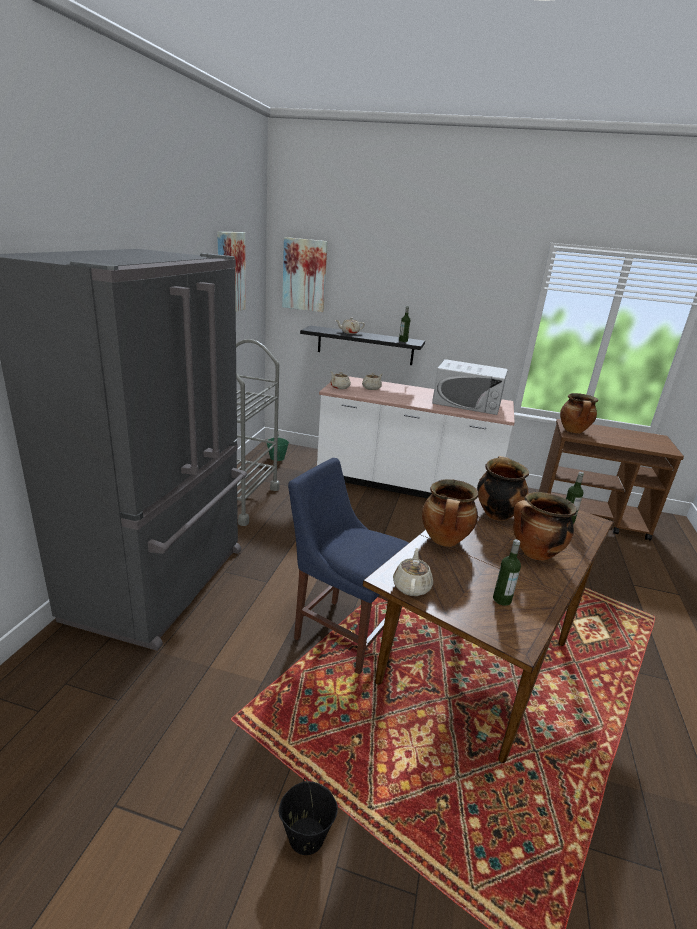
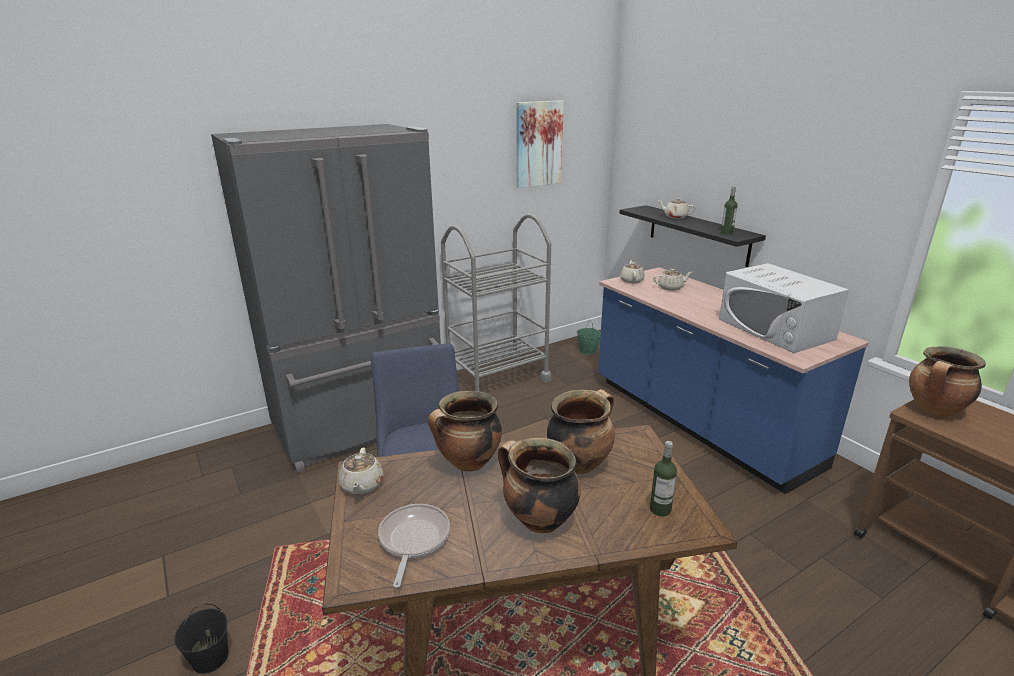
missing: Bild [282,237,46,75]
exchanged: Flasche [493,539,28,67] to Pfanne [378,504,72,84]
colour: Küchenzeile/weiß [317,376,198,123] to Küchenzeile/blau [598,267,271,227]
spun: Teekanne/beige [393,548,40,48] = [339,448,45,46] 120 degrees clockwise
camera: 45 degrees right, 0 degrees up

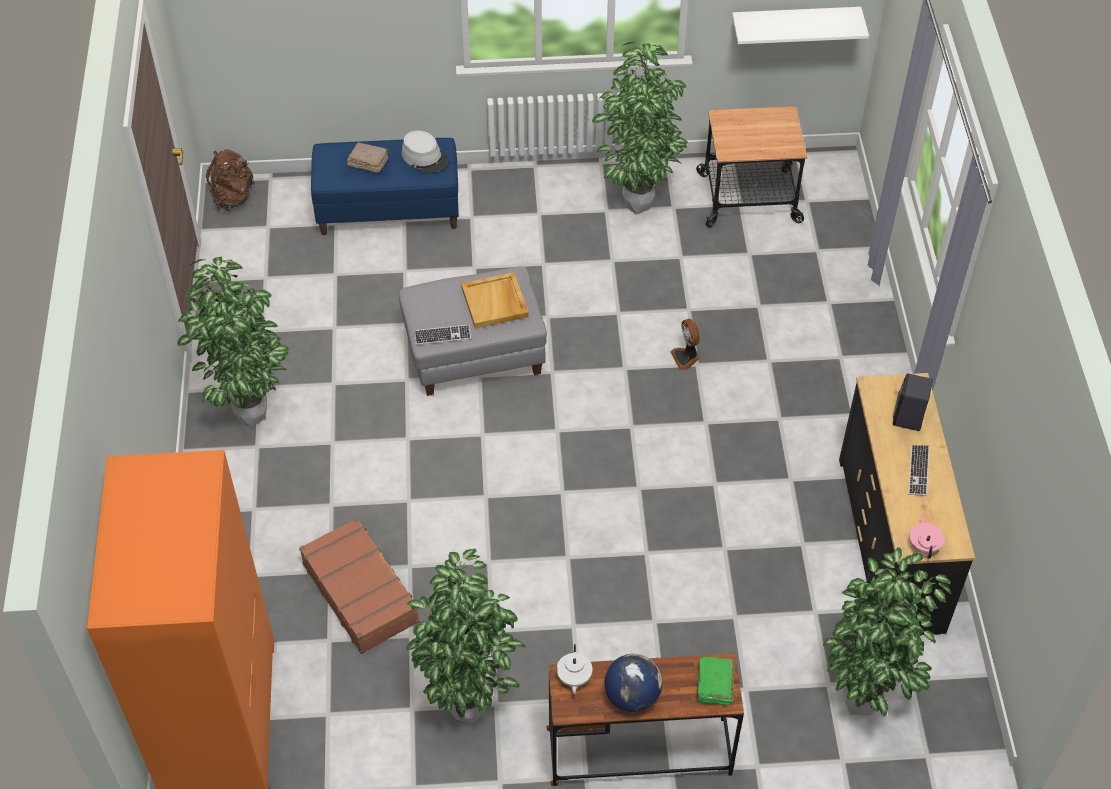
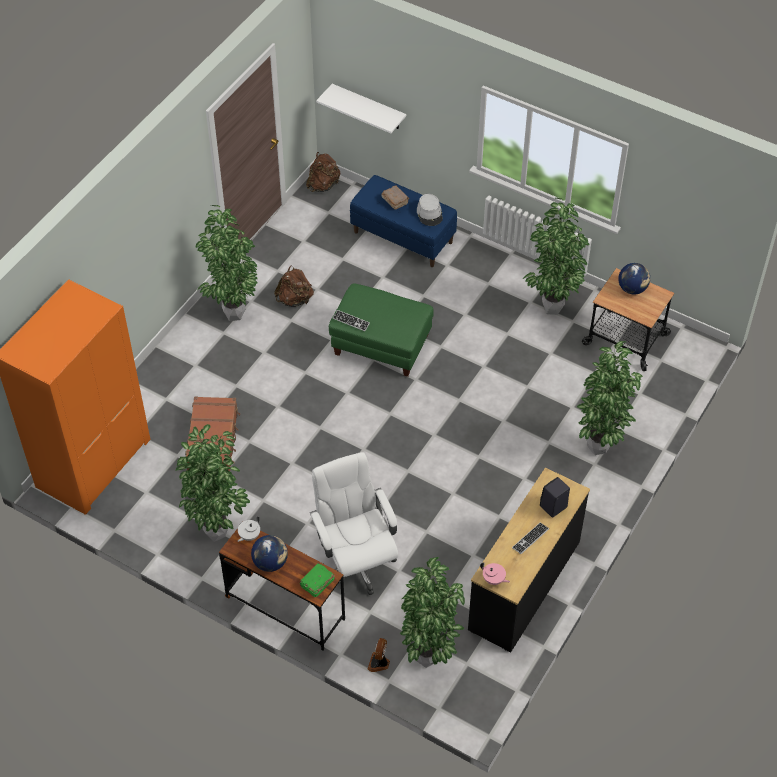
missing: Tablett/beige [461,272,67,57]
appeared: Rucksack/braun [274,265,40,42]; Bürostuhl/weiß [310,452,88,143]; Topfpflanze [577,341,66,114]; Globus [618,263,32,32]
relocated: Wandregal/weiß [732,7,137,37] to [316,84,90,49]; Ventilator [670,319,30,51] to [368,638,22,34]
colour: Polsterhocker/grau [399,267,148,129] to Polsterhocker/grün [329,284,105,93]
spun: Teekanne/rosa [909,514,35,44] = [480,562,30,23] 90 degrees clockwise
camera: 35 degrees right, 0 degrees up

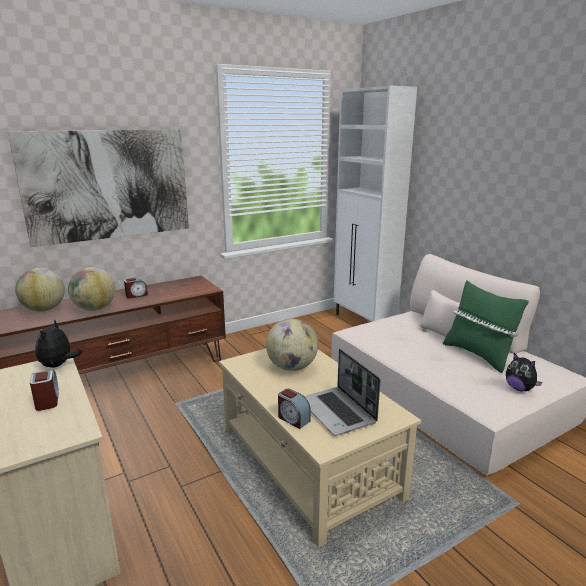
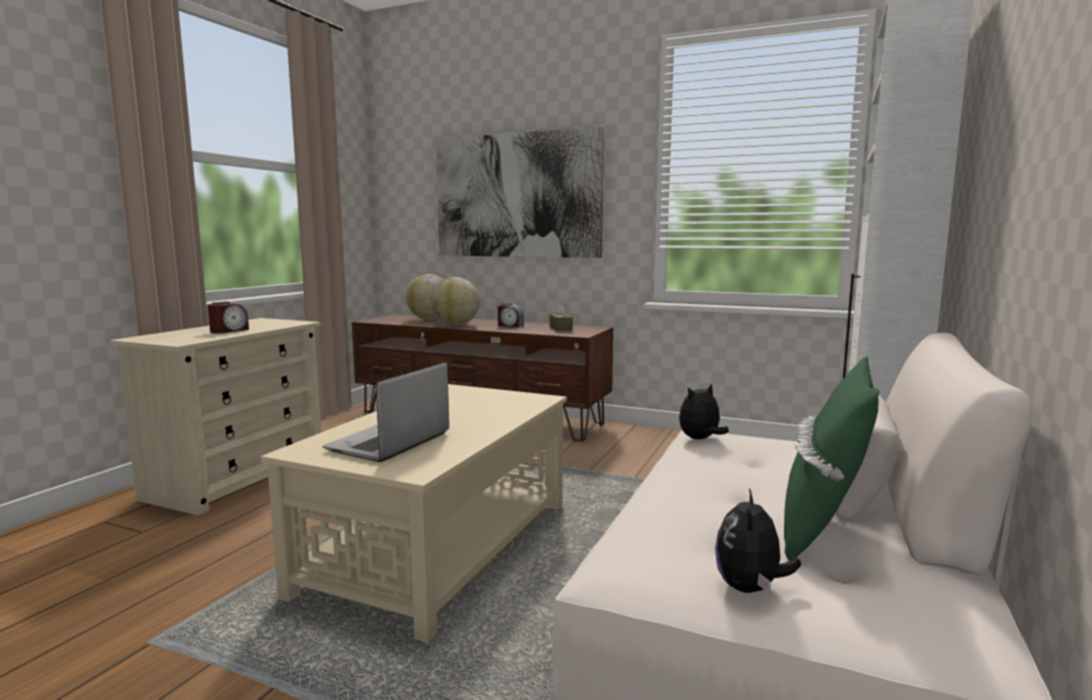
missing: Globus [266,318,52,53]; Wecker [278,389,33,40]
appeared: Taschentuchbox/braun [550,303,23,28]
relocated: Plüschtier [35,319,47,49] to [679,383,50,56]
camera: 55 degrees right, 10 degrees down

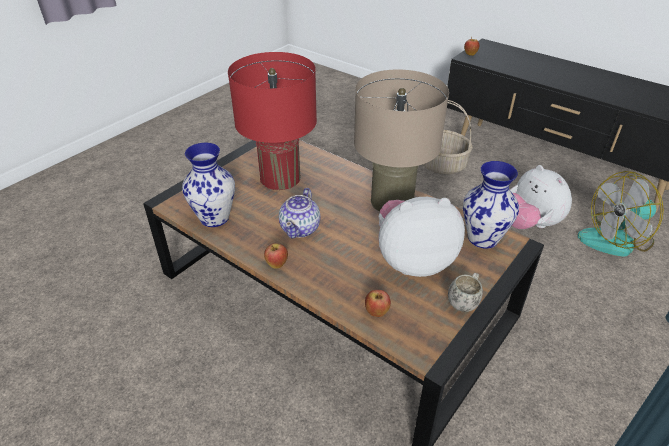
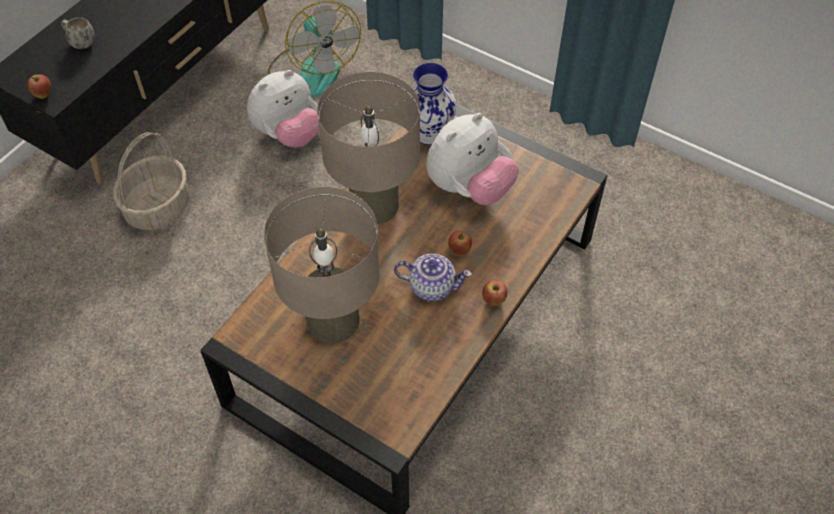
missing: Vase [182,143,53,84]
relocated: Henkelbecher/weiß [448,273,35,39] to [61,17,34,32]; Apfel [365,290,26,27] to [448,231,24,25]
colour: Tischlampe/rot [228,52,89,138] to Tischlampe/beige [264,187,116,157]
spun: Plüschtier [378,197,87,80] = [426,113,93,92] 120 degrees counterclockwise
camera: 95 degrees left, 15 degrees up

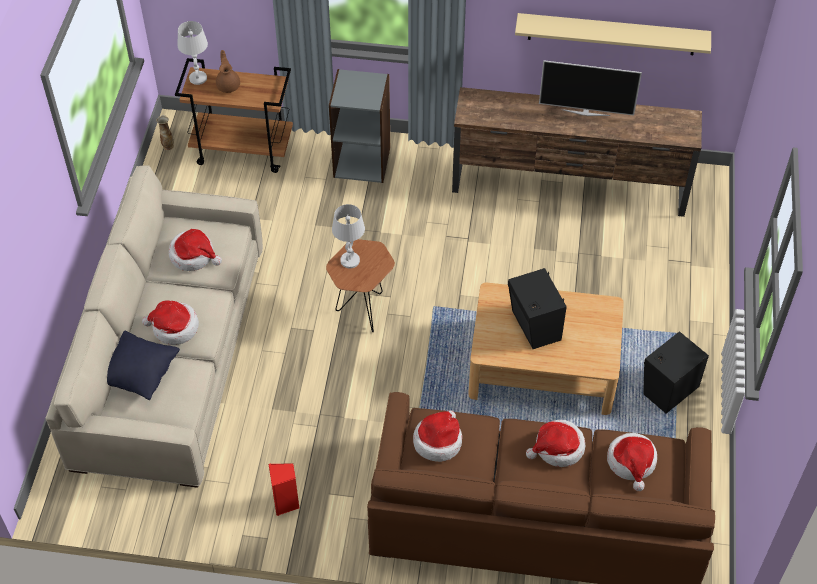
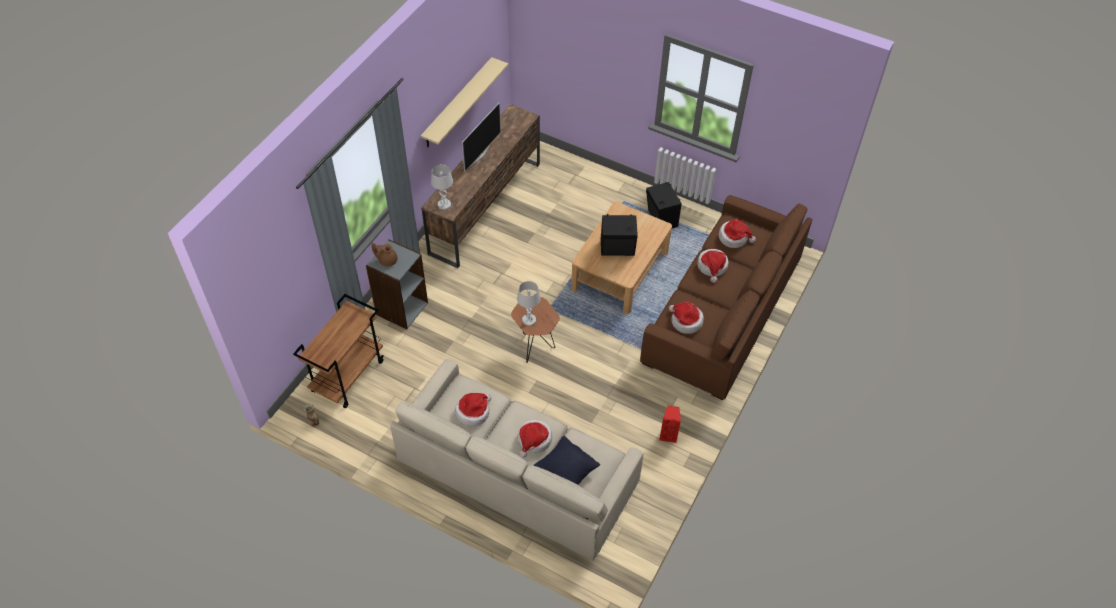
relocated: Teekanne/braun [216,50,24,43] to [371,243,27,24]; Tischlampe/weiß [178,21,30,64] to [431,164,22,46]
camera: 70 degrees left, 0 degrees up

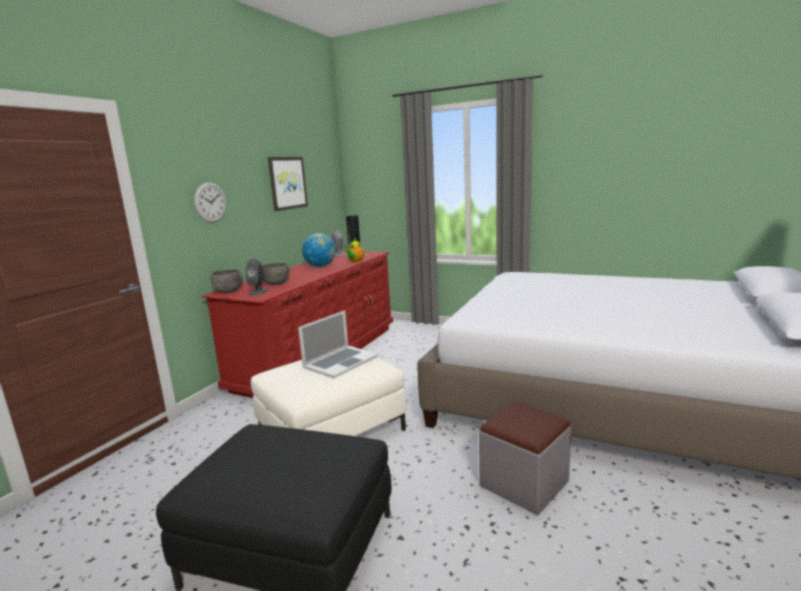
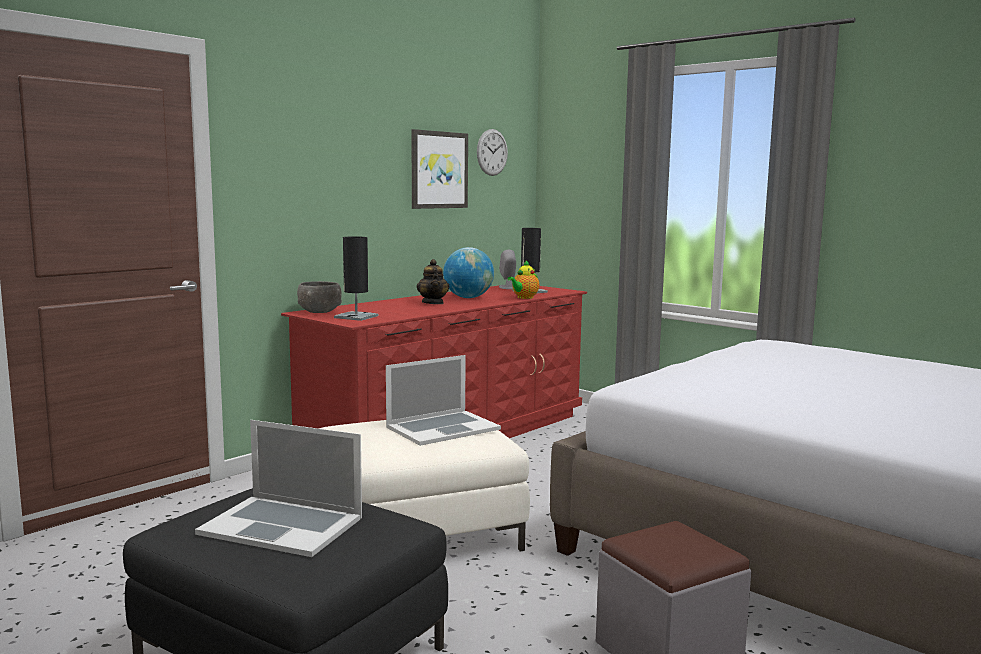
missing: Schüssel/grau [263,263,27,22]
appeared: Laptop [195,420,167,137]; Teekanne [417,259,33,45]
relocated: Wanduhr [194,182,32,41] to [477,129,31,47]
exchanged: Lautsprecher/grau [245,259,22,36] to Tischlampe/schwarz [334,236,44,85]
camera: 15 degrees right, 5 degrees down

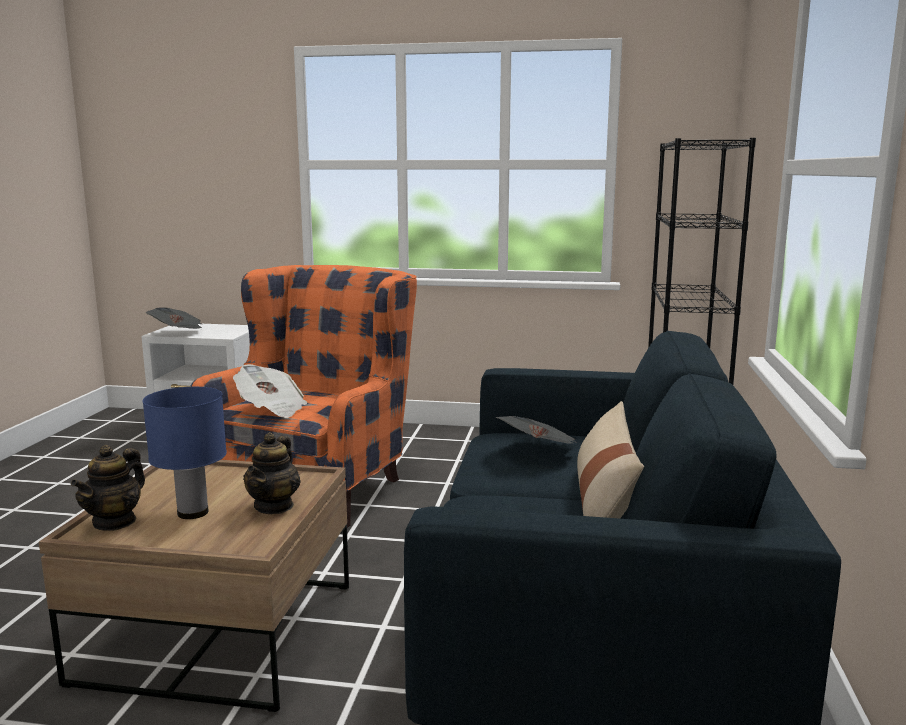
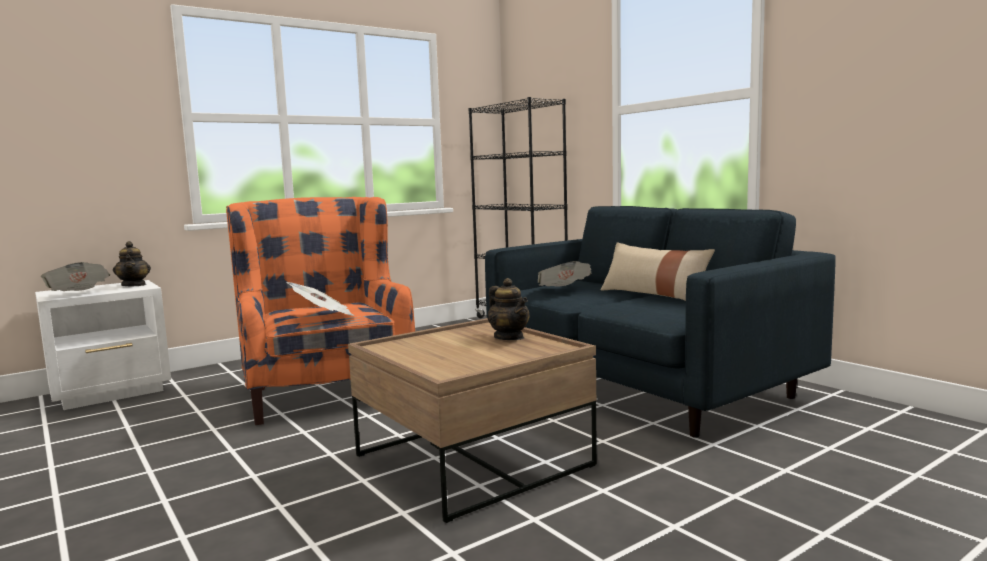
missing: Tischlampe/blau [143,387,84,132]
relocated: Teekanne [71,445,74,86] to [113,241,38,45]
camera: 45 degrees left, 5 degrees down

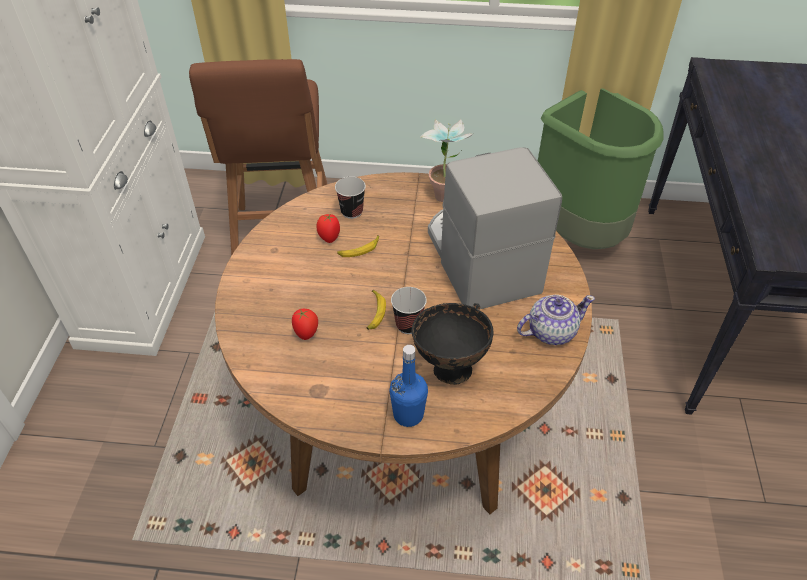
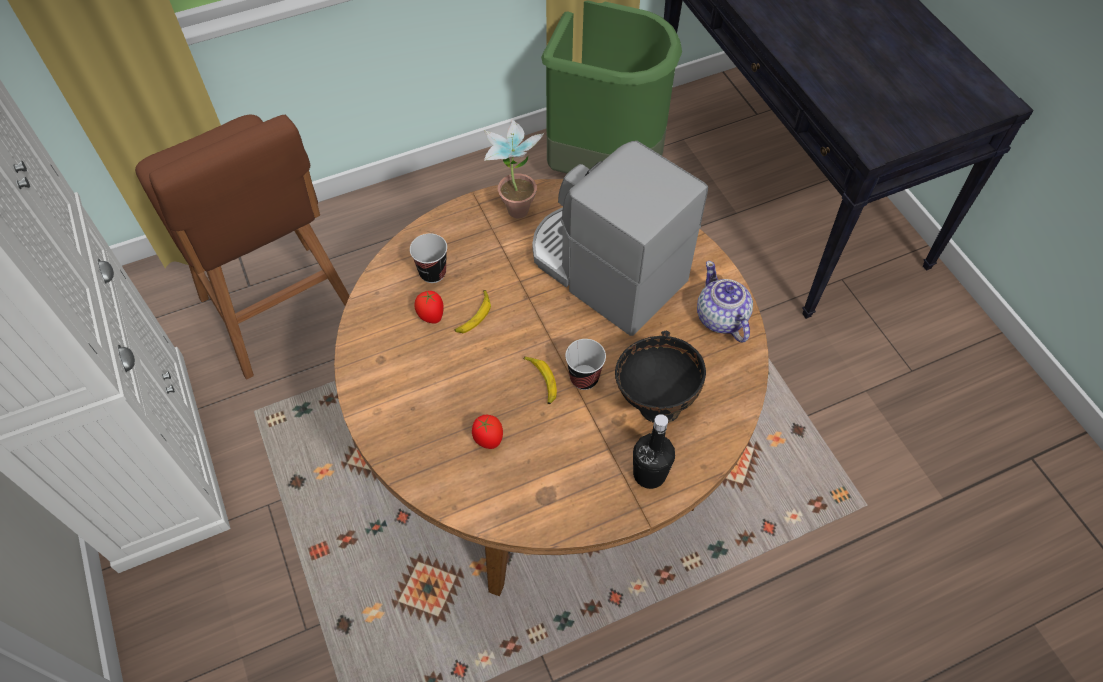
colour: Flasche/blau [389,345,39,82] to Flasche/schwarz [633,414,42,75]
spun: Teekanne [517,295,78,50] = [697,261,56,82] 60 degrees counterclockwise
camera: 30 degrees left, 10 degrees up

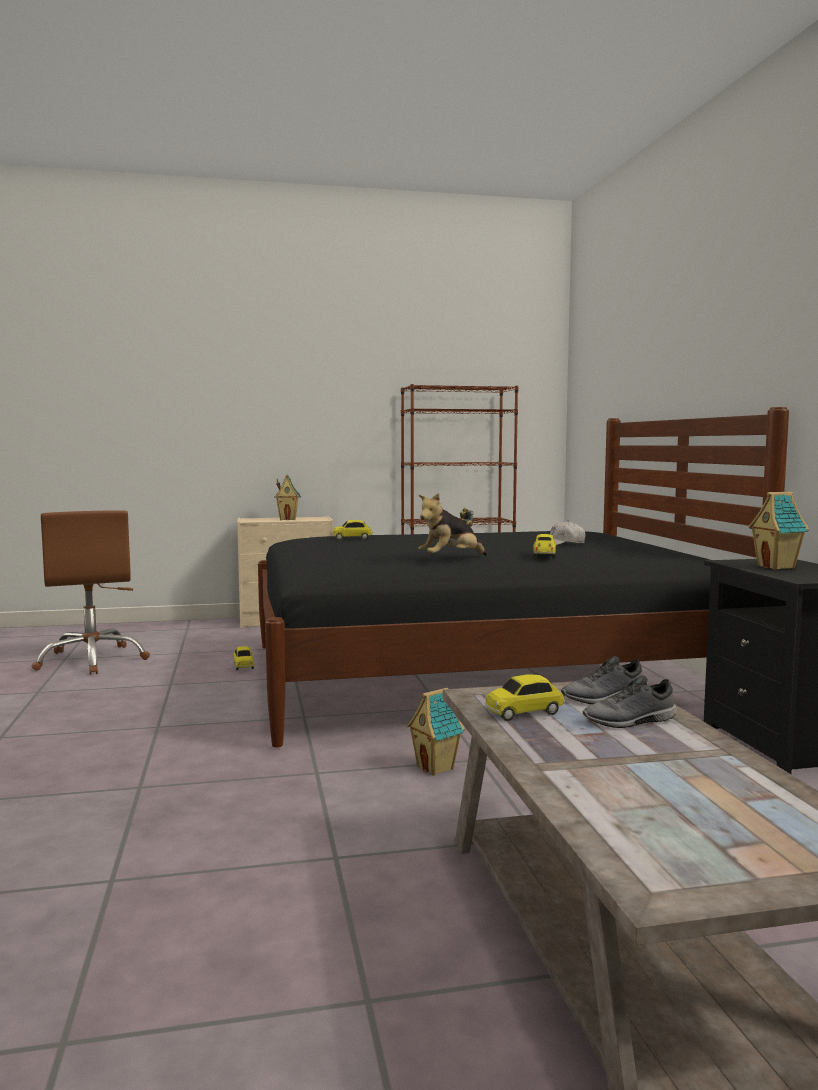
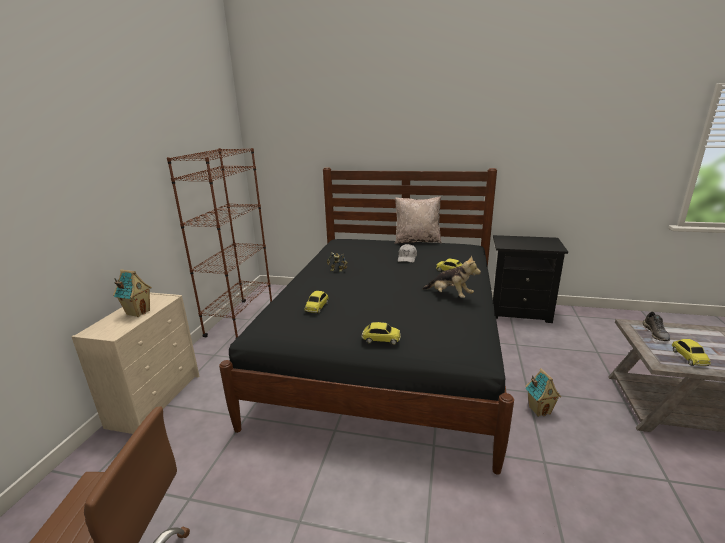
missing: Schuh/grau [583,675,94,53]; Spielzeughaus [748,491,61,79]
appeared: Kissen/beige [394,197,48,47]
relocated: Spielzeugauto [234,646,20,24] to [362,322,39,23]
spun: Plüschtier [418,493,69,63] = [422,255,59,43] 45 degrees counterclockwise
camera: 65 degrees left, 15 degrees up

